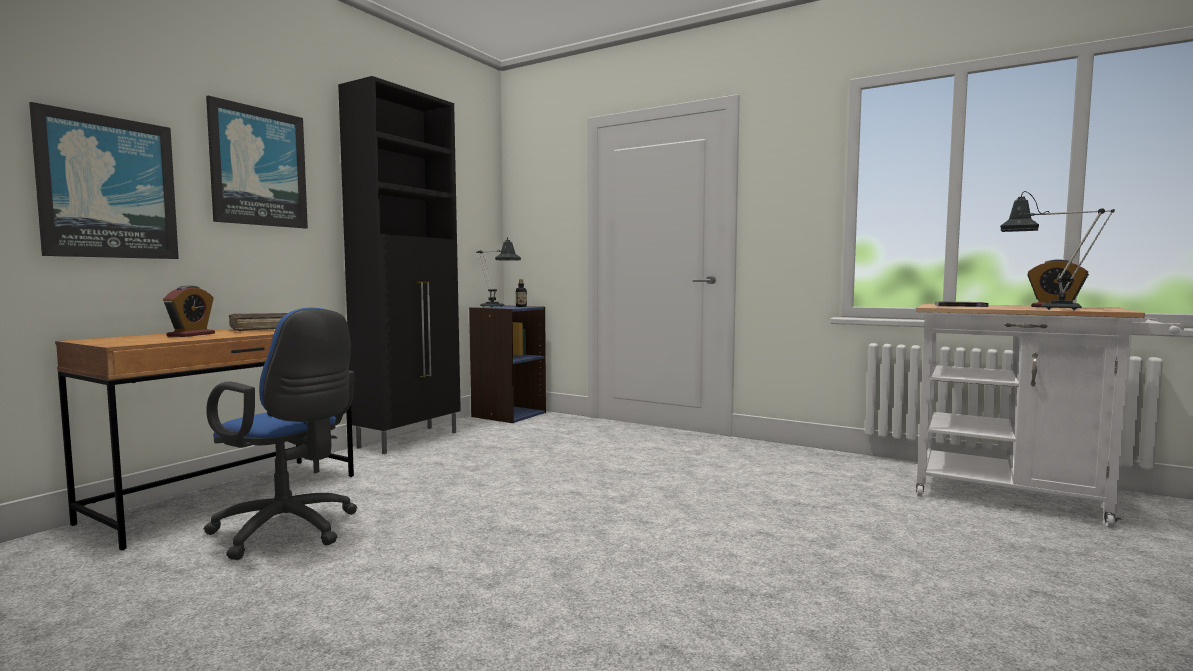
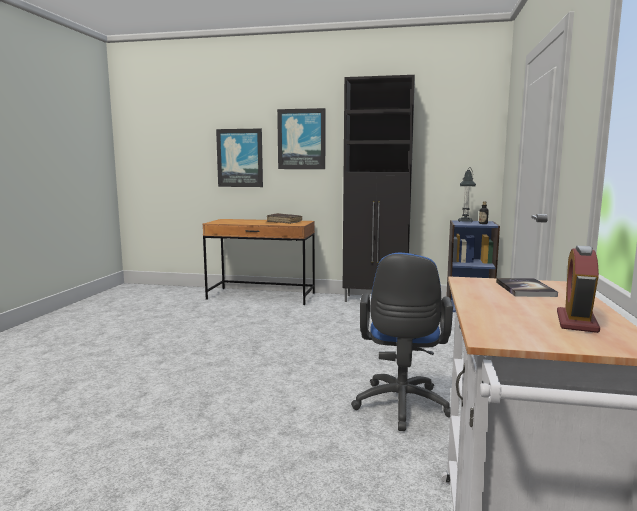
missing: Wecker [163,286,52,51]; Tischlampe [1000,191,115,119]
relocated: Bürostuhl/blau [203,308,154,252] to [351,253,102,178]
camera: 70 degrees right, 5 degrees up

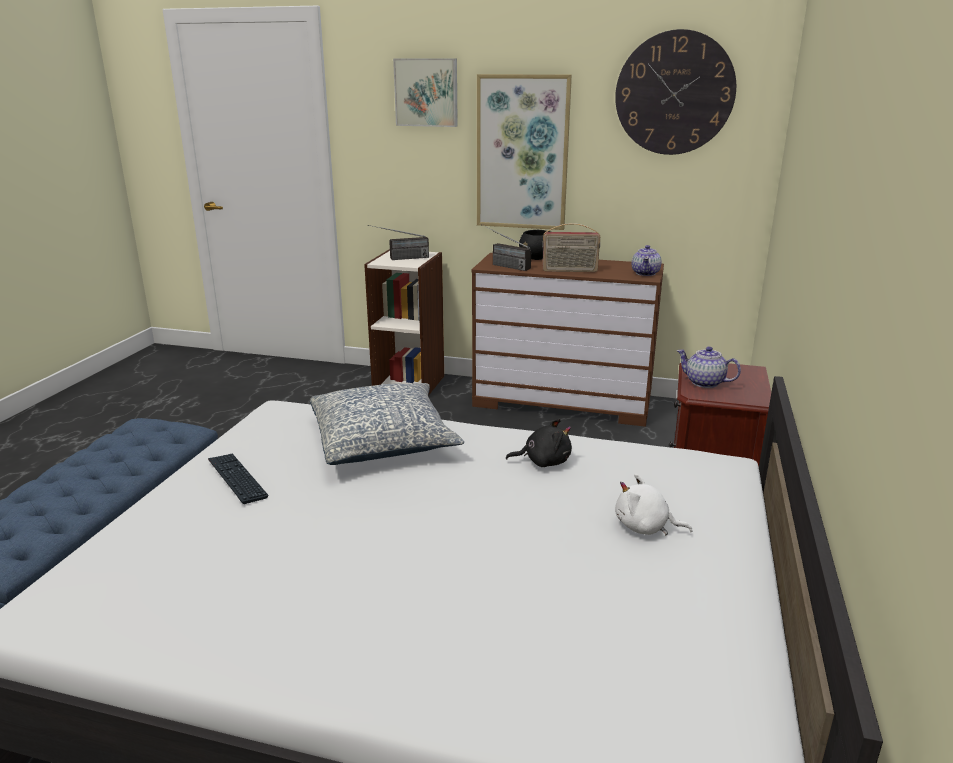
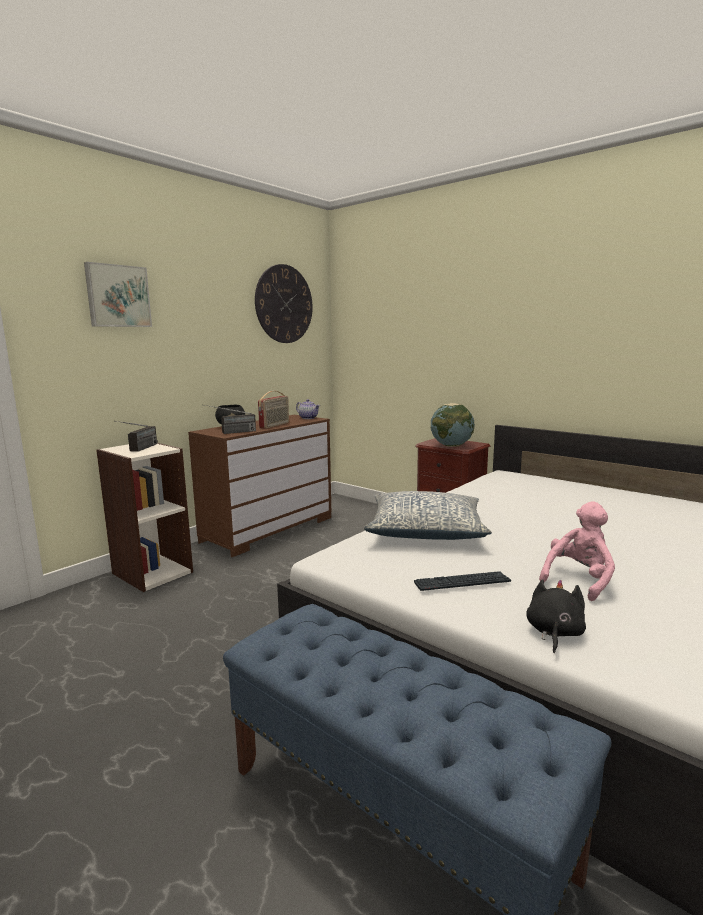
missing: Bild [477,74,95,156]; Plüschtier/weiß [615,473,78,63]
appeared: Plüschtier/rosa [539,501,76,100]
relocated: Plüschtier/schwarz [506,419,66,48] to [526,579,60,74]
exchanged: Teekanne [676,346,65,42] to Globus [430,403,45,44]
camera: 65 degrees left, 10 degrees down

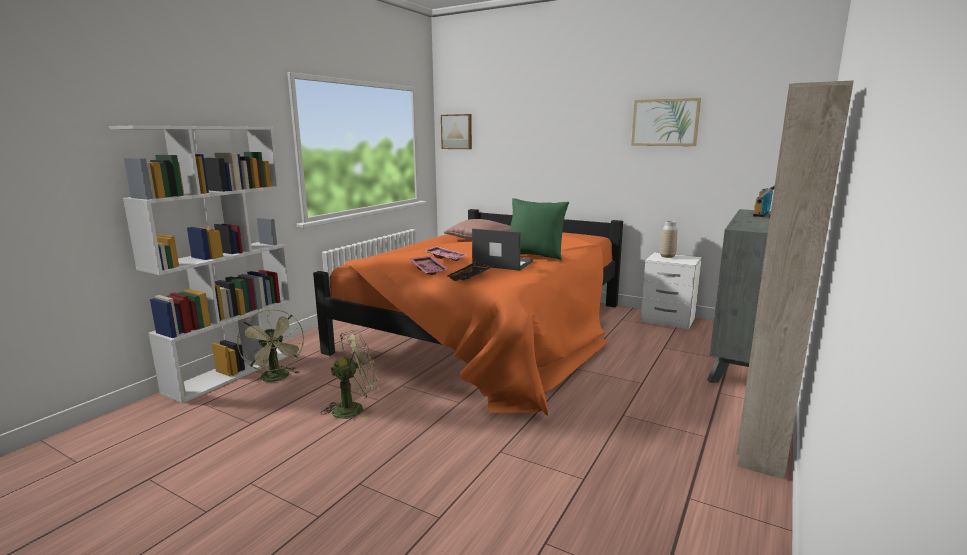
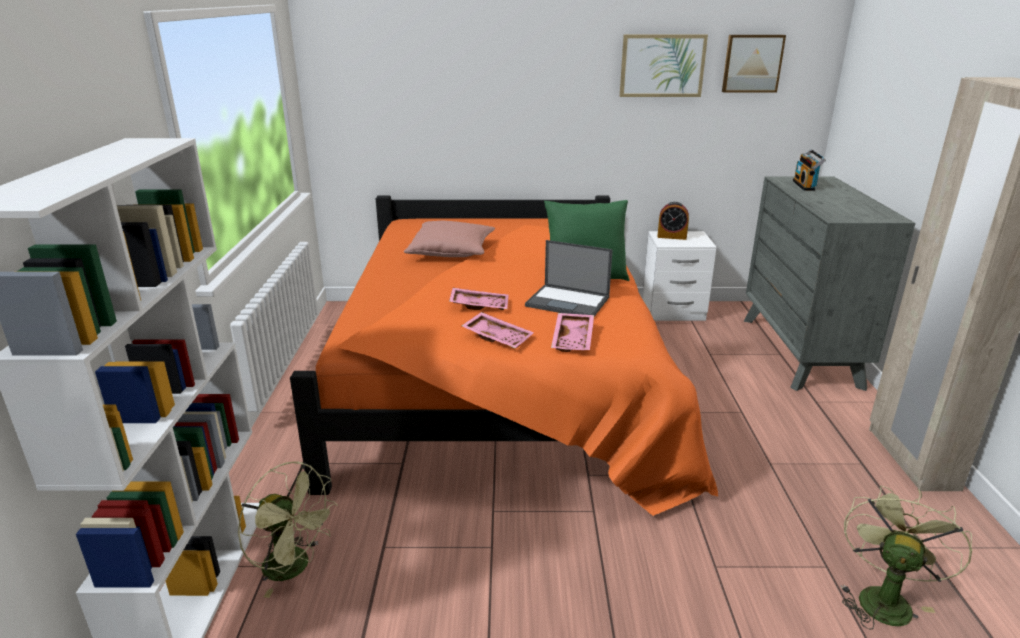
relocated: Bild [441,114,31,35] to [722,35,64,58]; Ventilator/grün [321,330,58,91] to [841,485,131,145]
exchanged: Vase [660,221,17,37] to Wecker [657,202,32,38]
colour: Tablett/schwarz [447,262,47,19] to Tablett/rosa [551,313,43,39]
spun: Laptop [472,228,61,43] = [525,240,88,77] 150 degrees counterclockwise
camera: 30 degrees left, 10 degrees up

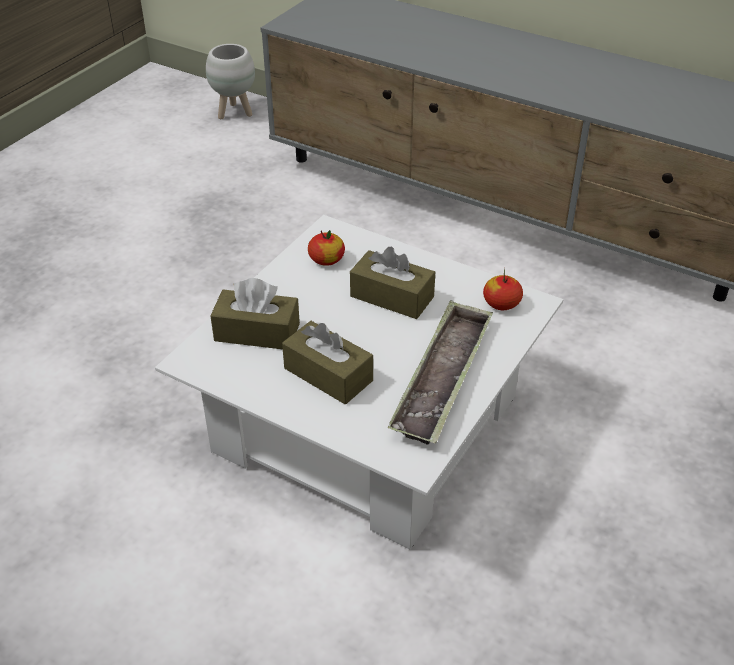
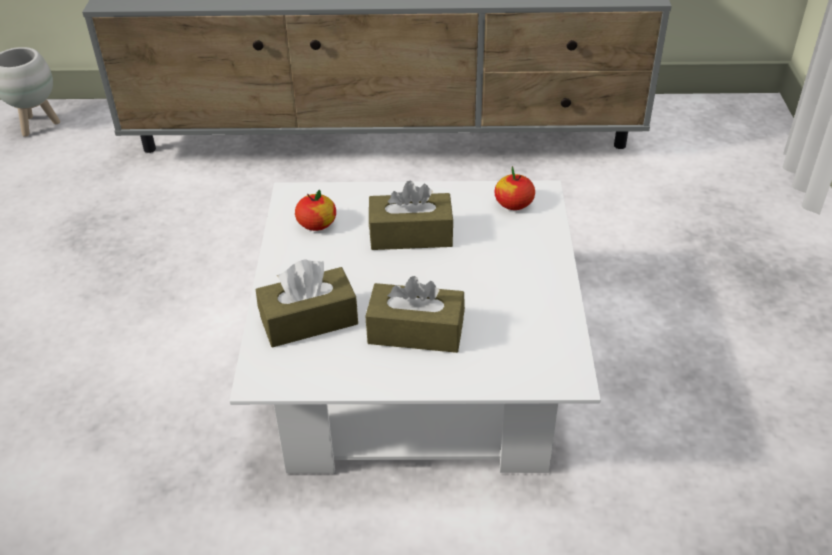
missing: Tablett [387,300,106,145]
camera: 30 degrees left, 0 degrees up

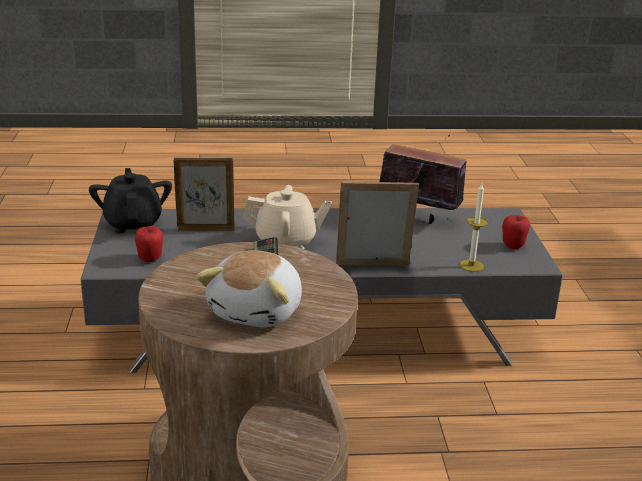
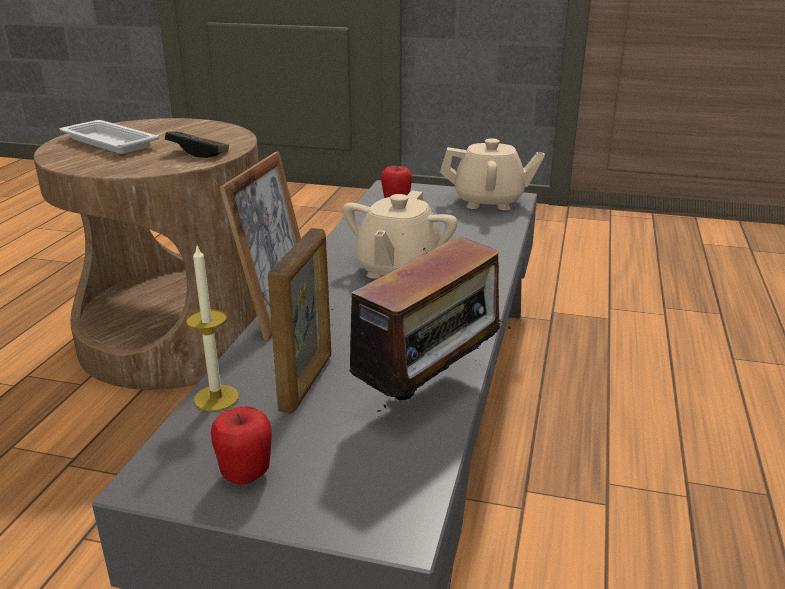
relocated: Bilderrahmen [174,158,61,74] to [268,228,63,185]
exchanged: Plüschtier [196,250,106,77] to Tablett/weiß [60,120,100,34]
colour: Teekanne/schwarz [89,168,83,65] to Teekanne/beige [440,138,105,72]
camera: 110 degrees right, 0 degrees up

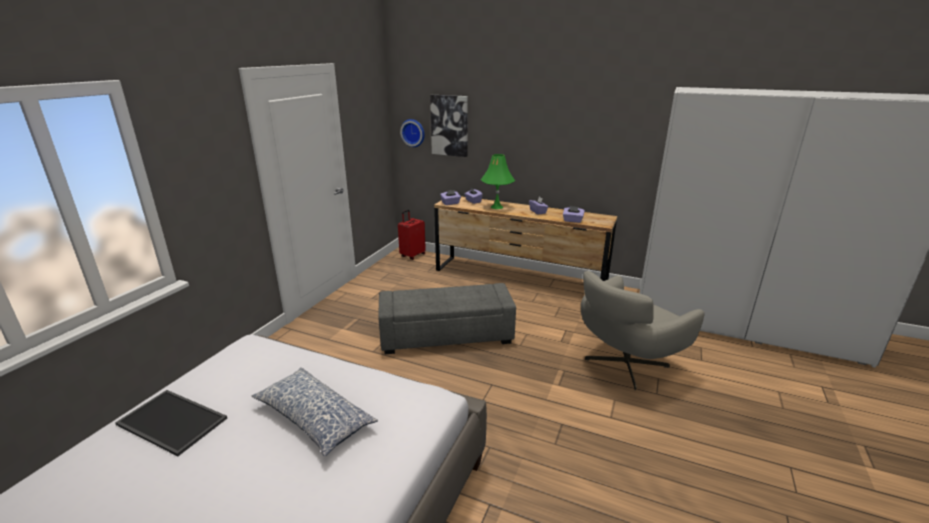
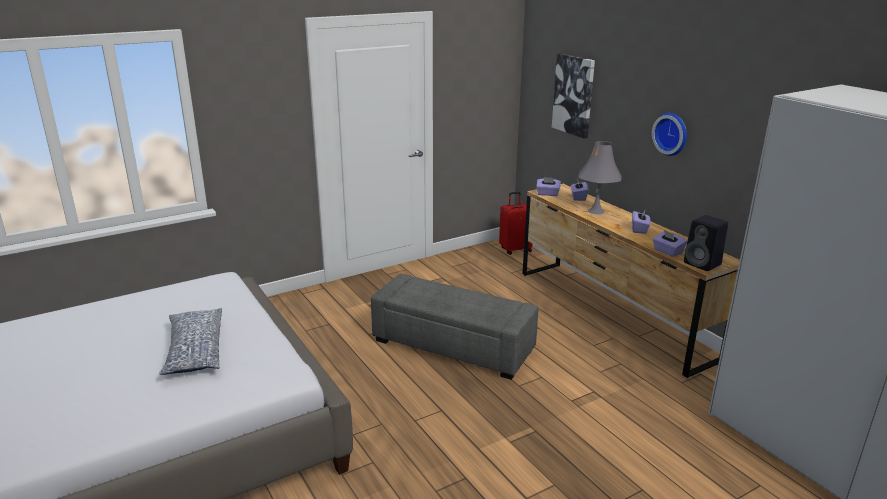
missing: Tablett [115,390,112,66]; Sessel/grau [581,271,124,120]
appeared: Lautsprecher/schwarz [684,215,44,56]
relocated: Wanduhr [400,119,25,28] to [652,113,35,43]
colour: Tischlampe/grün [481,154,34,55] to Tischlampe/grau [578,141,44,73]
camera: 35 degrees right, 0 degrees up

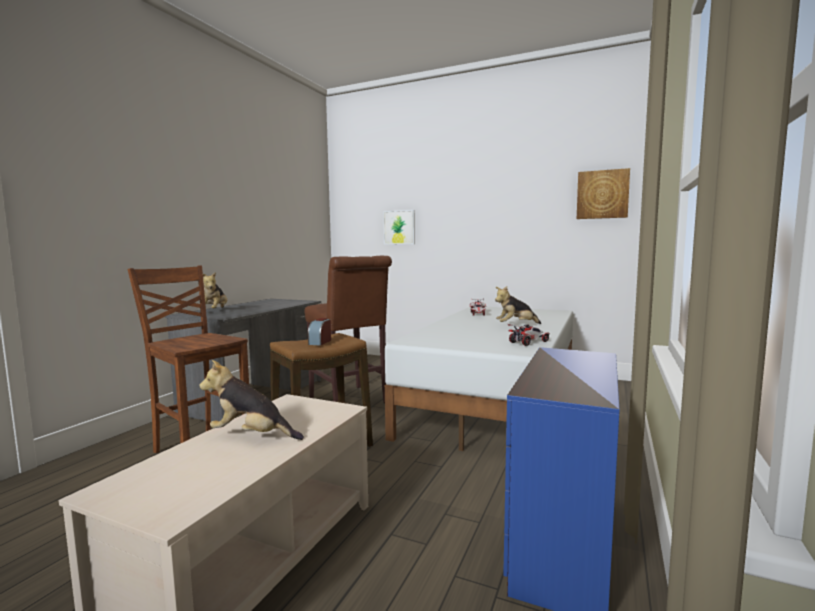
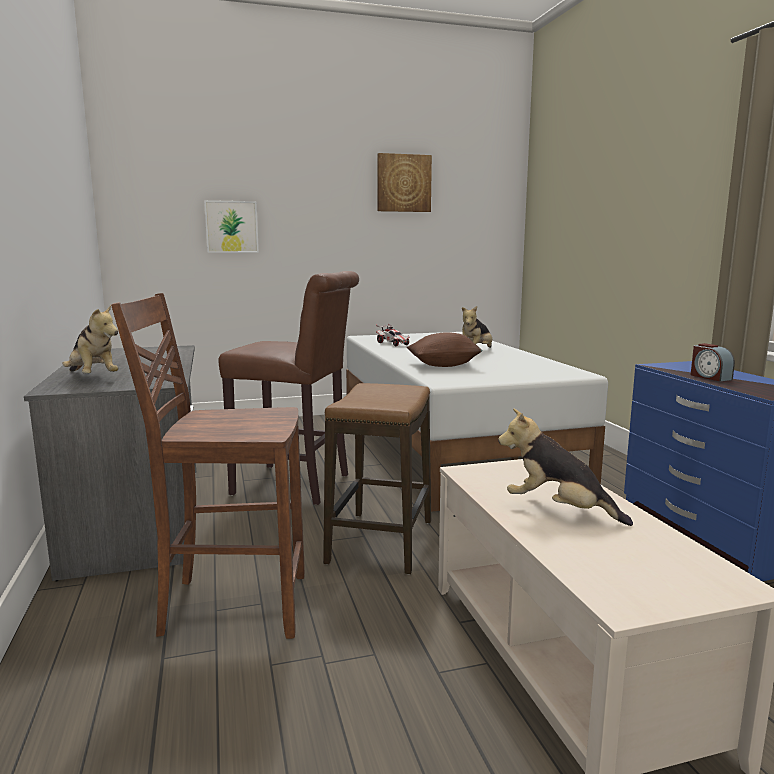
missing: Spielzeugauto [508,324,42,22]
appeared: Kissen/braun [407,332,76,35]
relocated: Bild [577,168,53,51] to [377,153,55,59]; Wecker [308,318,23,28] to [691,343,44,39]
spun: Plüschtier [199,360,105,80] = [498,408,135,118] 60 degrees clockwise
camera: 40 degrees left, 5 degrees up

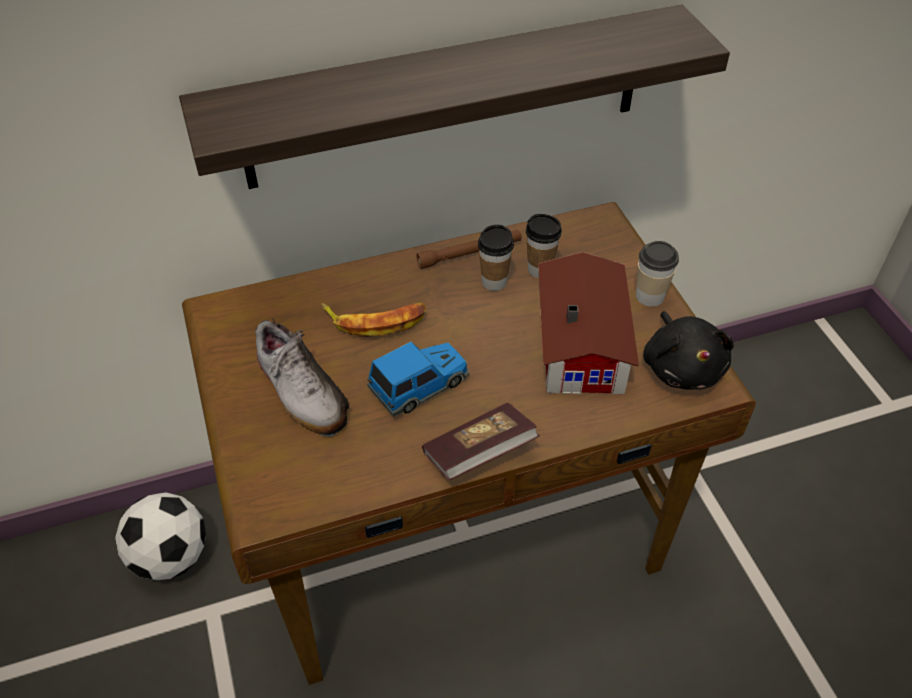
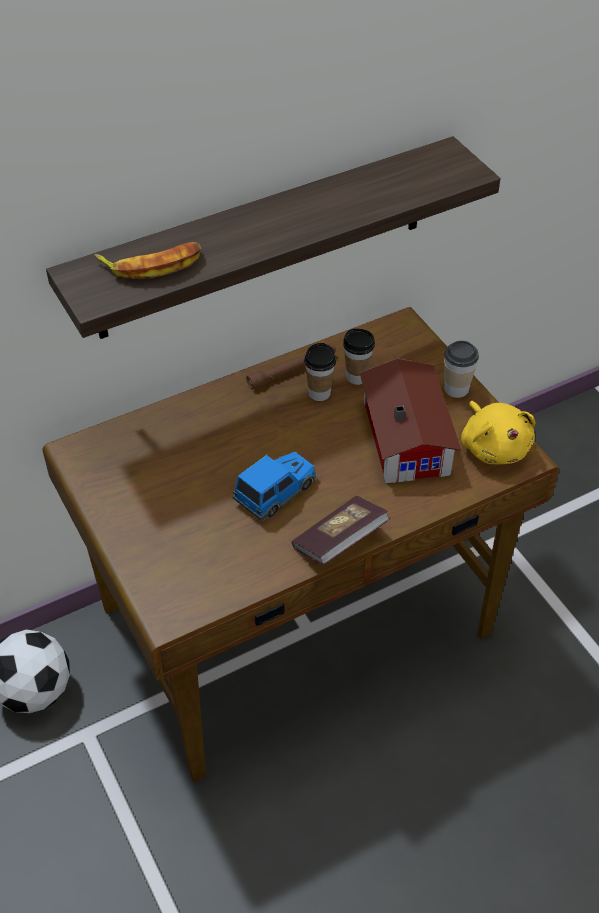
missing: Schuh [255,318,95,118]
relocated: Banane [321,302,105,35] to [94,242,107,37]
colour: Plüschtier/schwarz [643,311,91,79] to Plüschtier/gelb [461,401,75,64]
camera: 10 degrees left, 0 degrees up

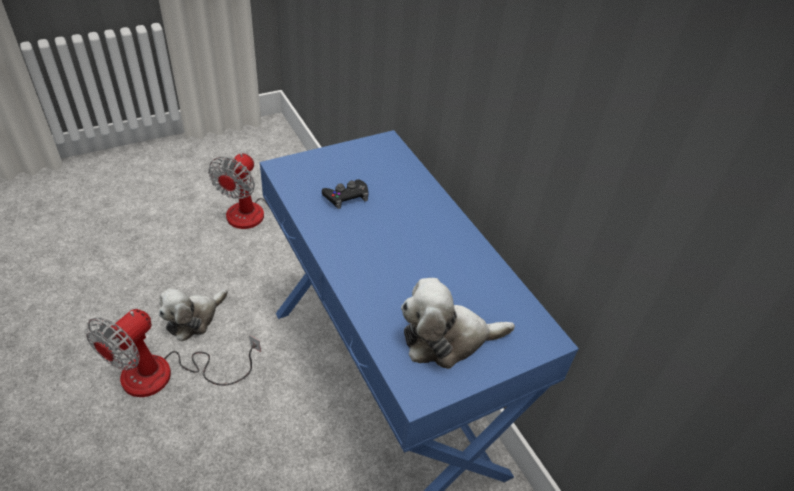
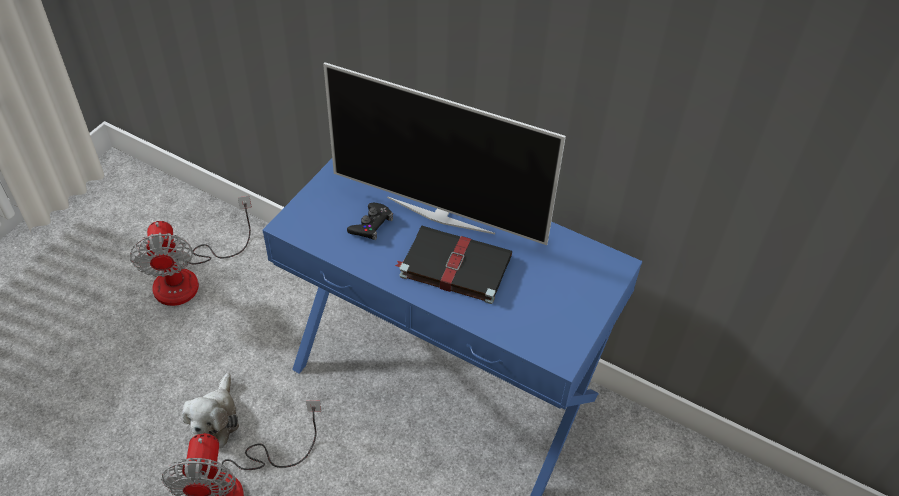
missing: Plüschtier [401,278,114,91]
appeared: Fernseher [323,62,243,183]; Buch/schwarz [395,226,117,78]
camera: 30 degrees left, 5 degrees up

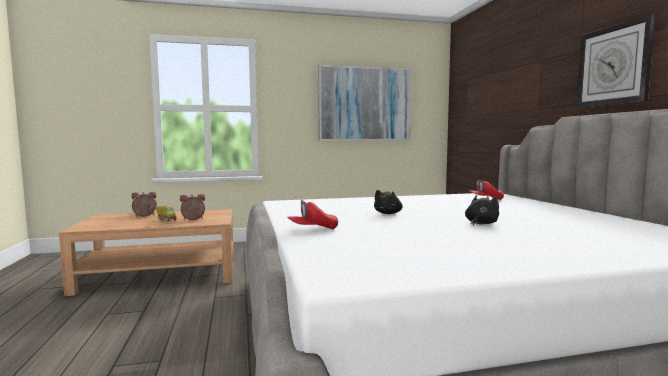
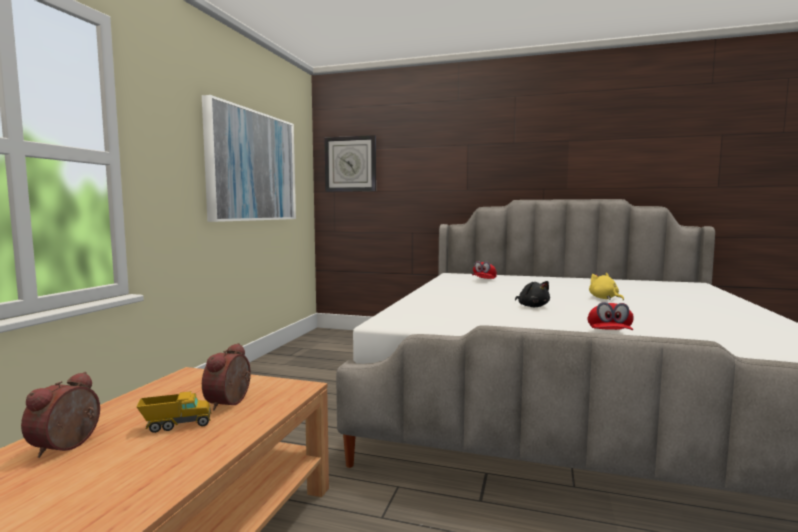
relocated: Wanduhr [576,14,79,94] to [324,135,52,57]
colour: Plüschtier/schwarz [465,195,34,31] to Plüschtier/gelb [589,273,35,27]
camera: 60 degrees left, 0 degrees up

